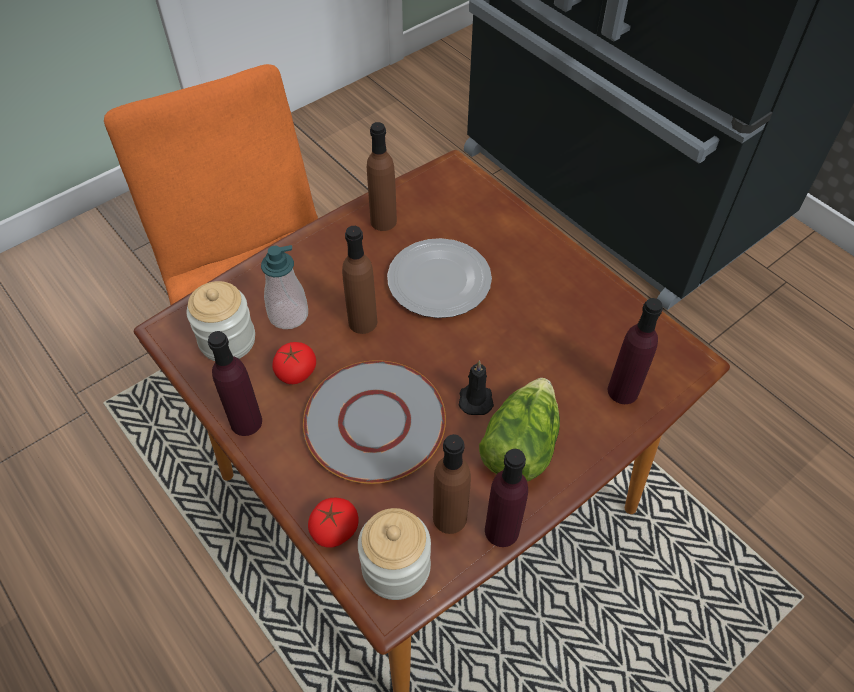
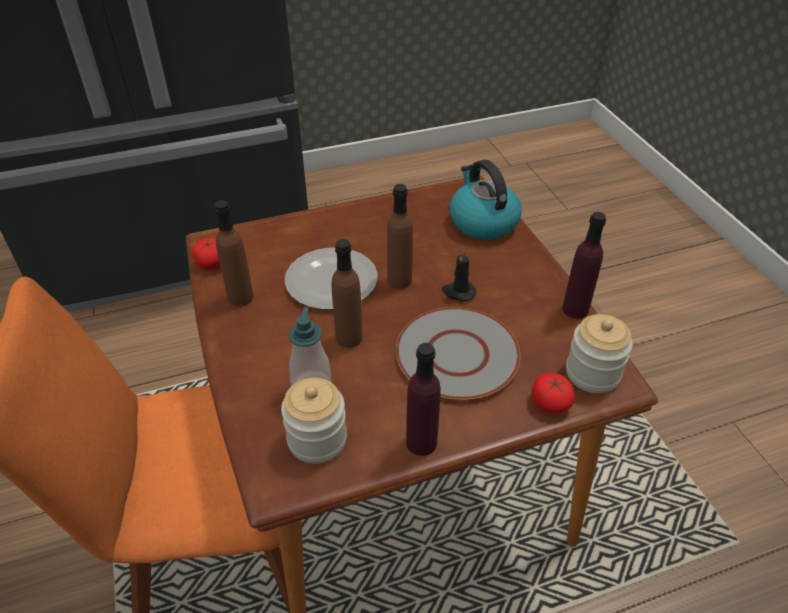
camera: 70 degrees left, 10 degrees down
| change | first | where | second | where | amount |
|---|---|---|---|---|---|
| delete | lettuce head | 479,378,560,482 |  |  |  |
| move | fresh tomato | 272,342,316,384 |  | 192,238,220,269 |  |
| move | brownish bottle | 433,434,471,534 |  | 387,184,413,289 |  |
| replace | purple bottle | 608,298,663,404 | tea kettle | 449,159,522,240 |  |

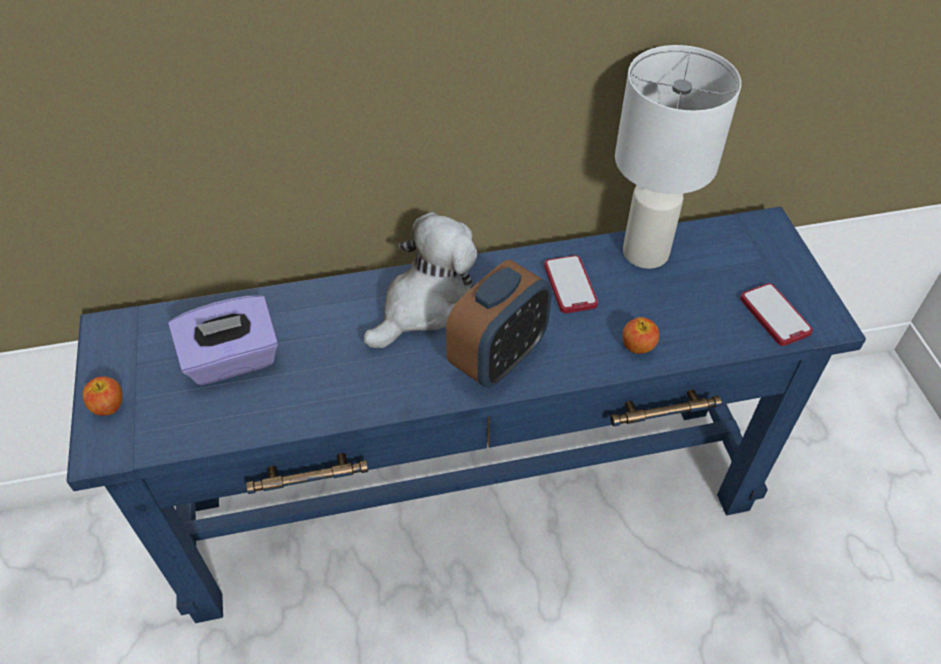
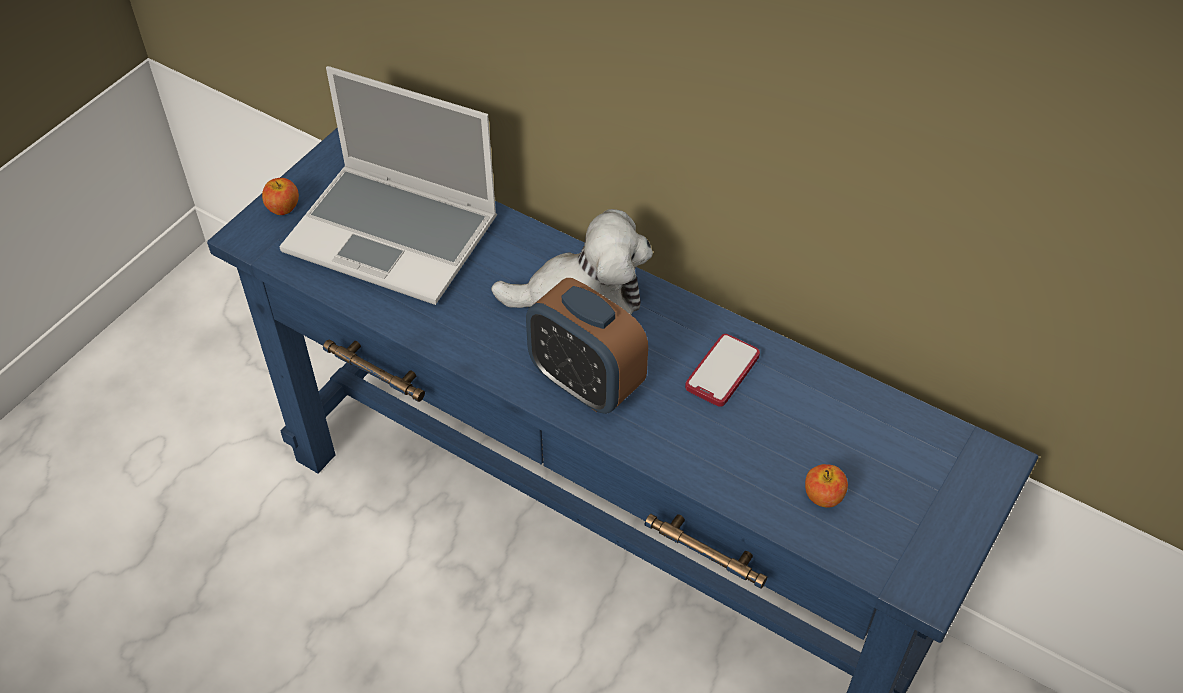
camera: 45 degrees right, 0 degrees up
| change | first | where | second | where | amount |
|---|---|---|---|---|---|
| delete | whitish table lamp | 615,45,741,269 |  |  |  |
| delete | handset | 740,283,813,346 |  |  |  |
| move | apple fruit | 623,317,659,354 |  | 805,464,848,508 |  |
| replace | purple tissue box | 168,295,278,385 | laptop | 279,66,497,305 |  |
| rotate | alarm clock | 446,260,552,388 |  | 526,278,648,414 | 45 degrees clockwise |

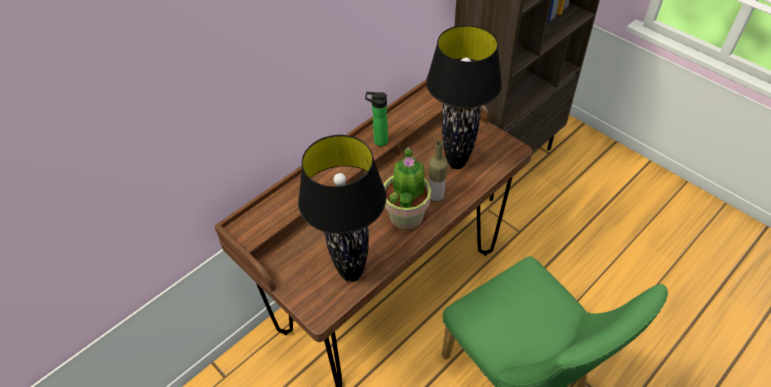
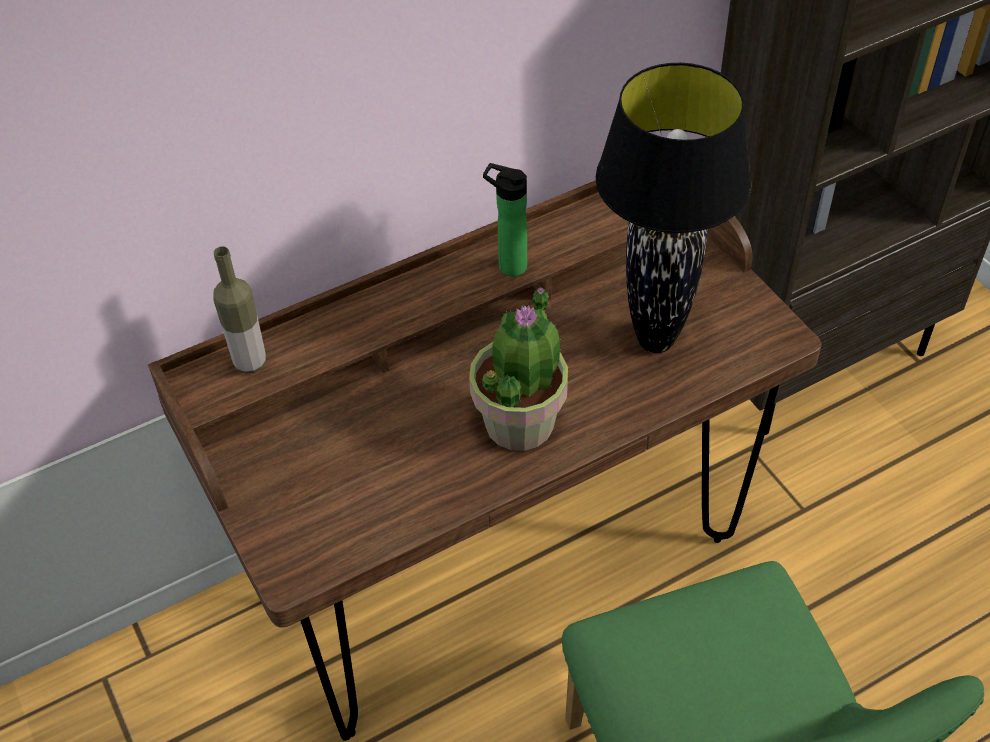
camera: 15 degrees right, 0 degrees up
| change | first | where | second | where | amount |
|---|---|---|---|---|---|
| delete | blackish table lamp | 298,135,386,282 |  |  |  |
| move | bottle | 429,141,448,202 |  | 213,246,266,374 |  |

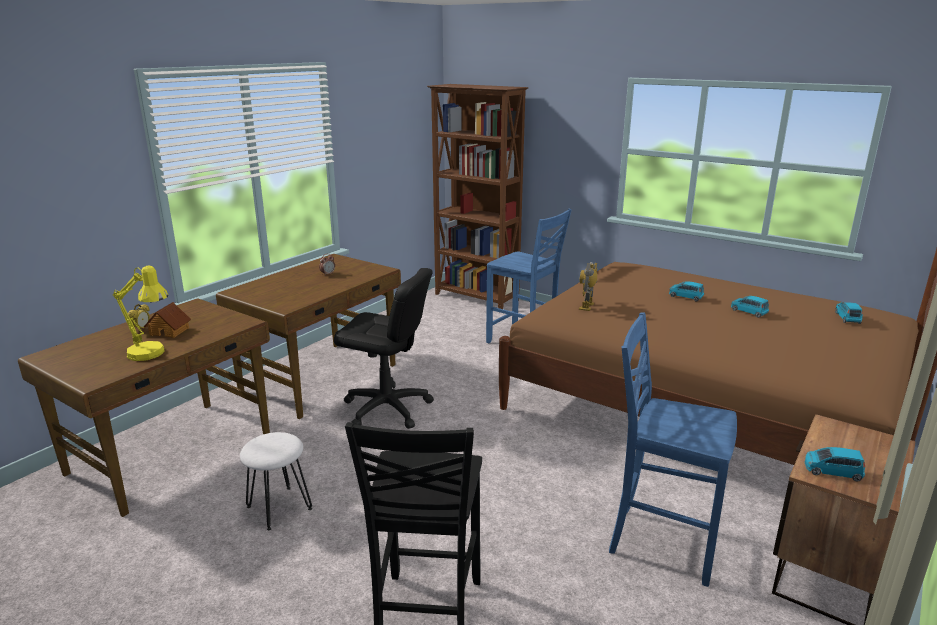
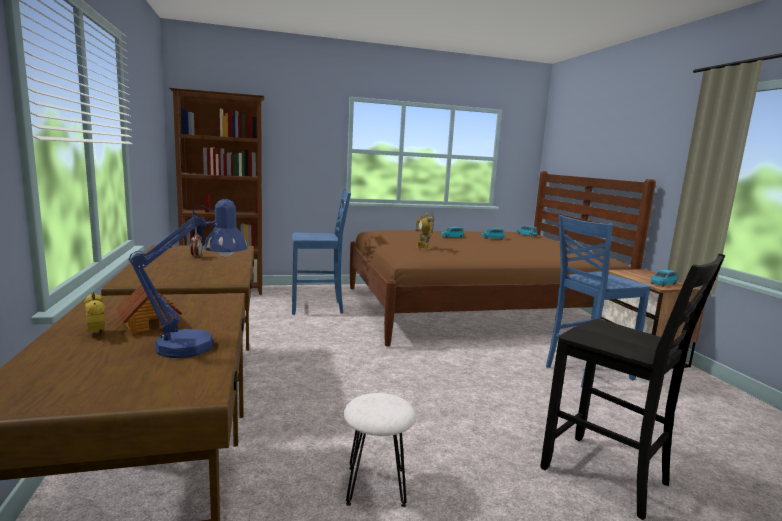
camera: 50 degrees left, 10 degrees down
| change | first | where | second | where | amount |
|---|---|---|---|---|---|
| delete | blackish computer chair | 334,268,434,429 |  |  |  |
| recolor | yellow-coloured table lamp | 113,265,168,361 | bluish table lamp | 129,199,248,358 |  |

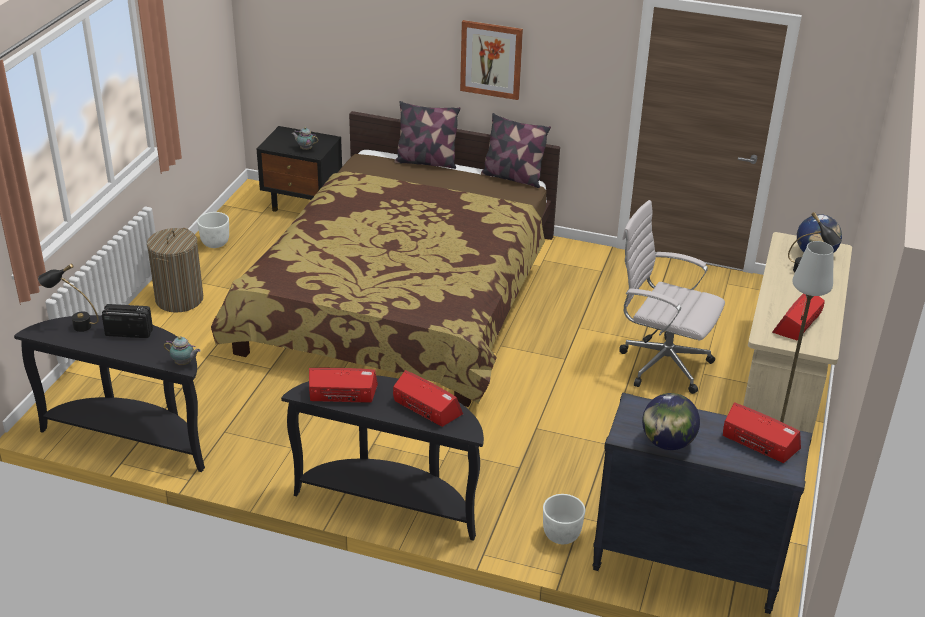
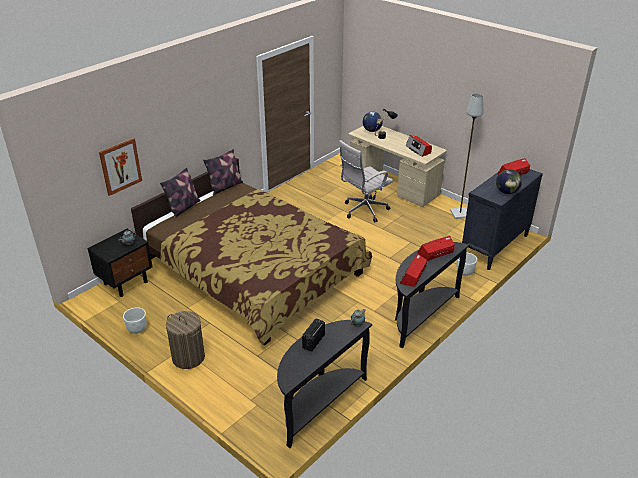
camera: 65 degrees left, 0 degrees up
| change | first | where | second | where | amount |
|---|---|---|---|---|---|
| delete | blackish table lamp | 38,264,99,332 |  |  |  |
| move | picture | 460,20,523,100 |  | 99,138,142,196 |  |

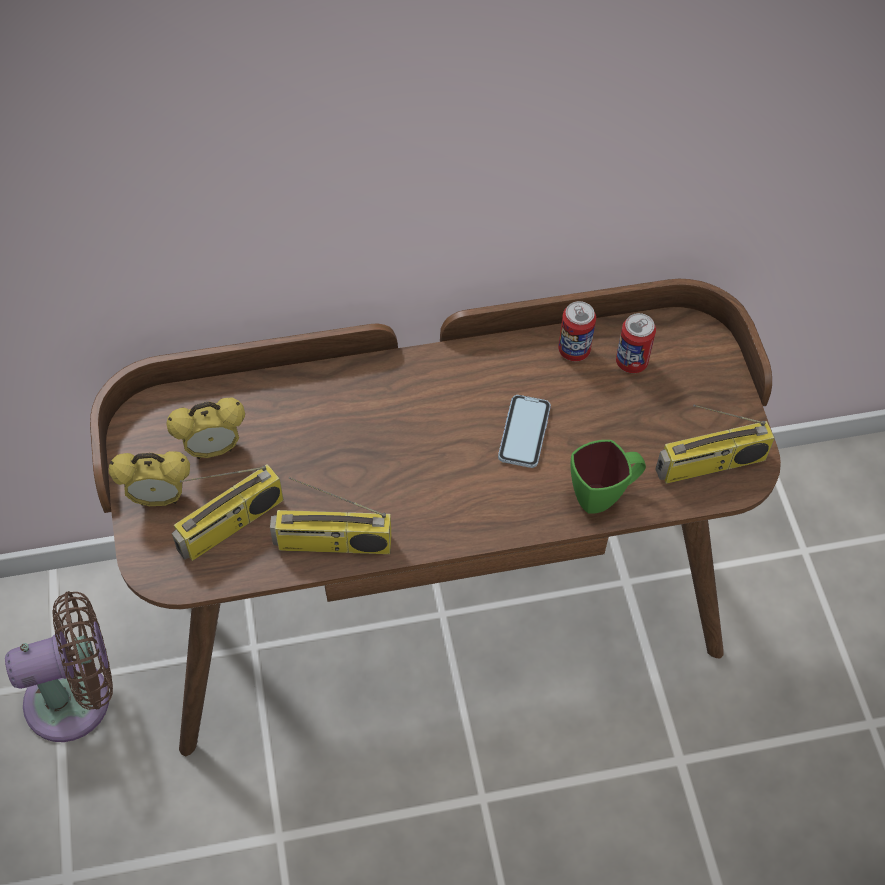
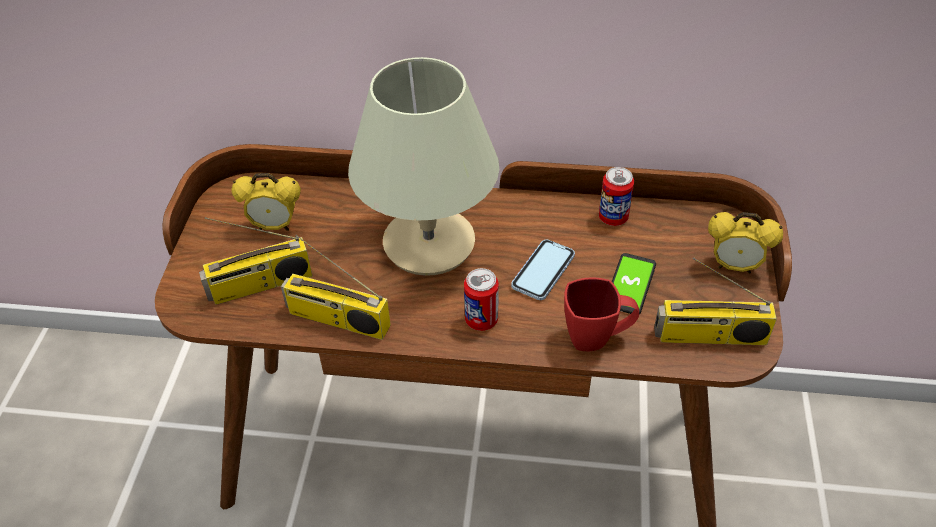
camera: 20 degrees right, 10 degrees down
| change | first | where | second | where | amount |
|---|---|---|---|---|---|
| delete | brownish fan | 5,591,113,742 |  |  |  |
| insert |  |  | beige-coloured table lamp | 348,57,499,276 |  |
| insert |  |  | handset | 612,253,656,314 |  |
| move | alarm clock | 109,451,190,506 |  | 708,212,783,274 |  |
| move | can | 616,313,656,373 |  | 464,268,499,331 |  |
| recolor | green-coloured mug | 571,440,646,514 | red mug | 564,278,639,351 |  |

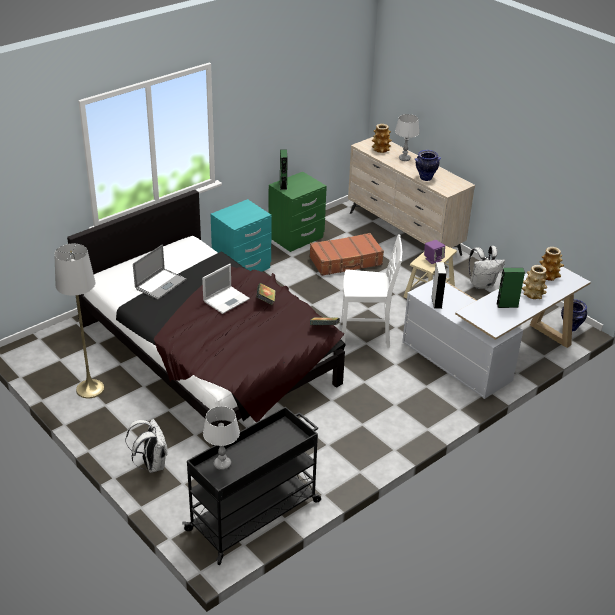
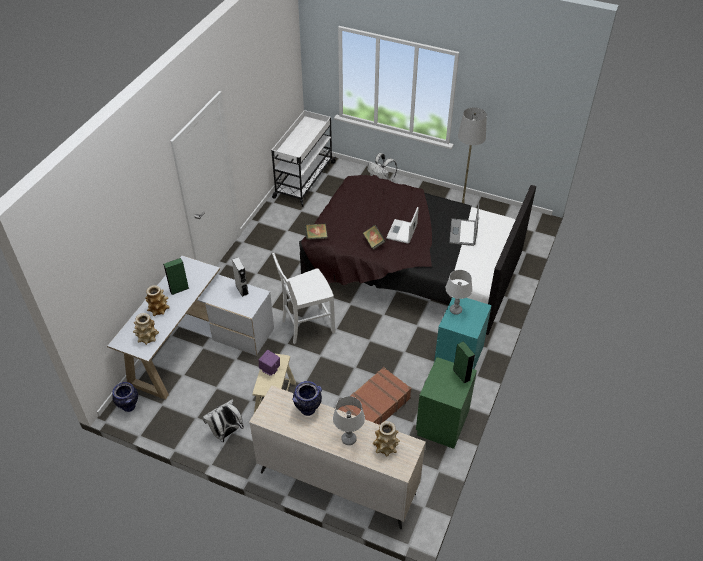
camera: 155 degrees right, 10 degrees up
| change | first | where | second | where | amount |
|---|---|---|---|---|---|
| move | gray table lamp | 203,406,240,470 |  | 445,270,472,315 |  |
| recolor | blackish cart | 182,407,321,565 | whitish cart | 271,110,337,207 |  |

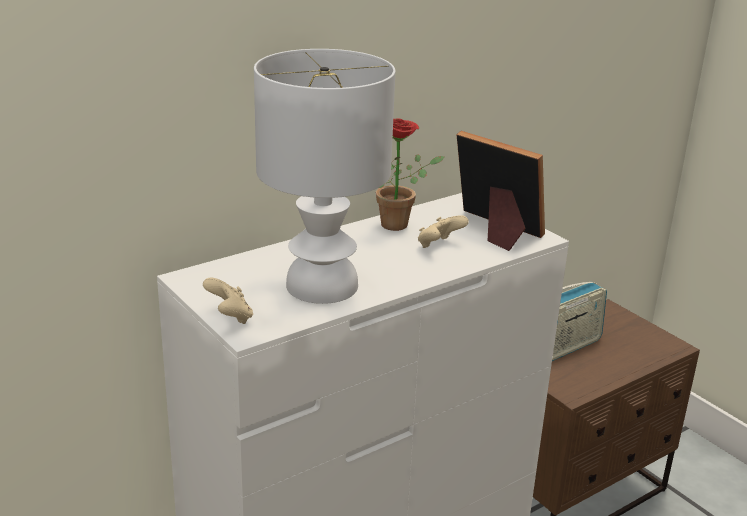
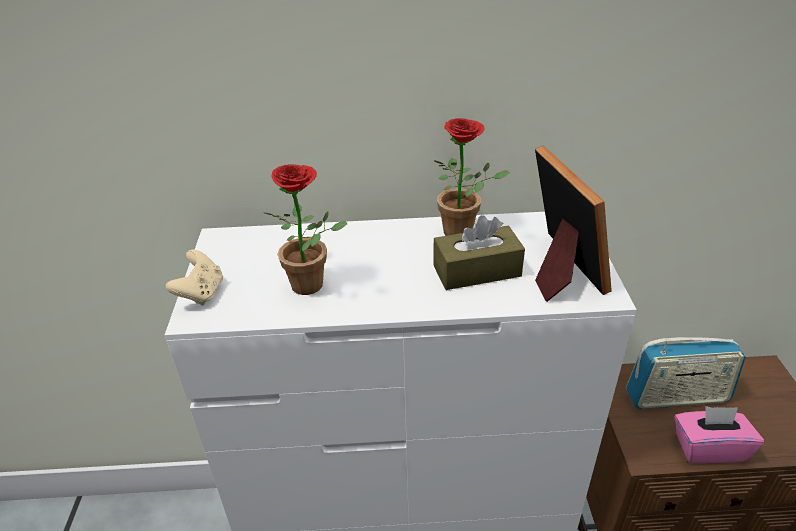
camera: 35 degrees right, 10 degrees up
| change | first | where | second | where | amount |
|---|---|---|---|---|---|
| insert |  |  | pinkish tissue box | 674,406,764,463 |  |
| replace | whitish table lamp | 254,49,395,304 | potted plant | 263,164,347,295 |  |
| replace | beige-coloured game controller | 418,215,469,248 | brownish tissue box | 433,215,525,290 |  |

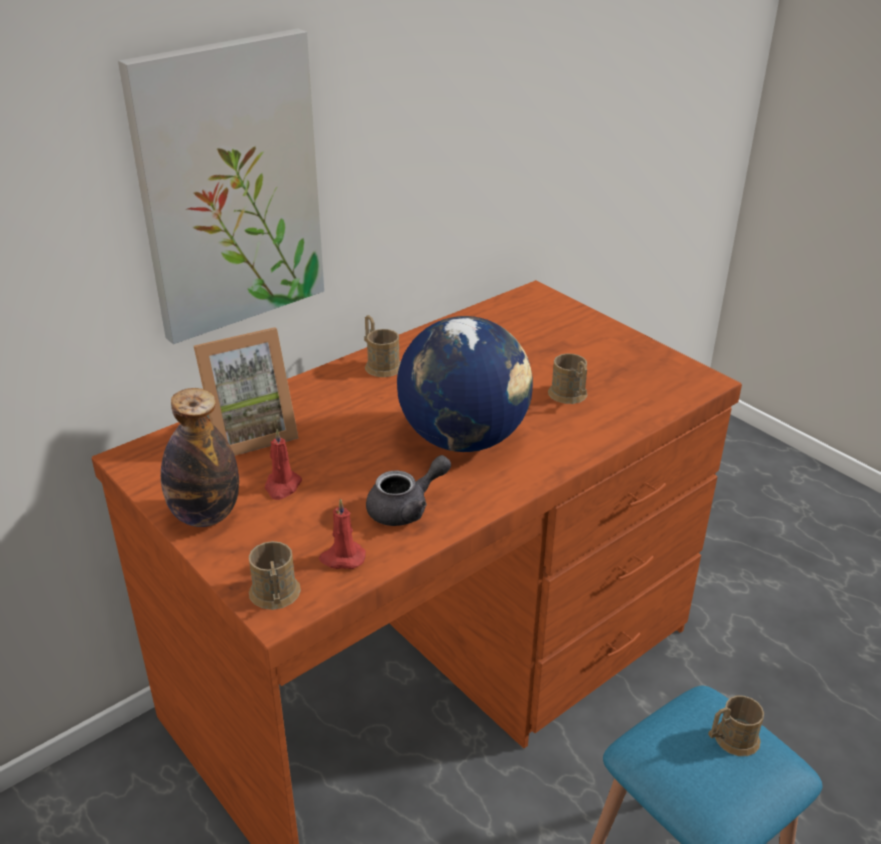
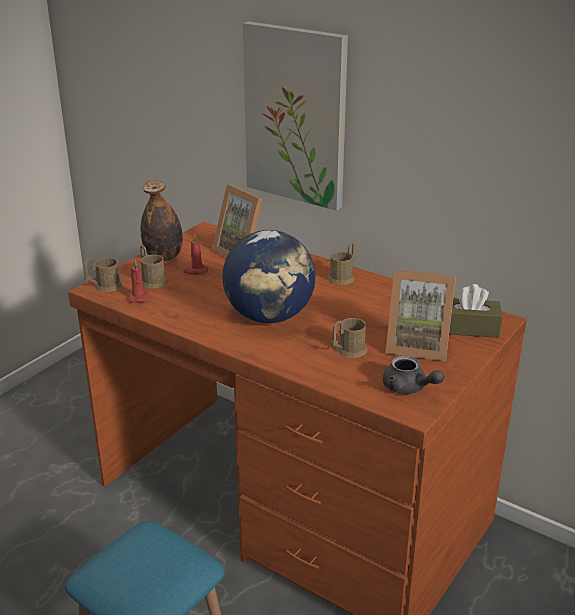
camera: 75 degrees right, 5 degrees down
| change | first | where | second | where | amount |
|---|---|---|---|---|---|
| insert |  |  | standing frame | 386,269,456,361 |  |
| insert |  |  | brownish tissue box | 449,284,502,338 |  |
| move | gray tea pot | 366,455,451,526 |  | 383,356,444,394 |  |
| move | brownish mug | 708,696,764,756 |  | 140,245,168,288 |  |

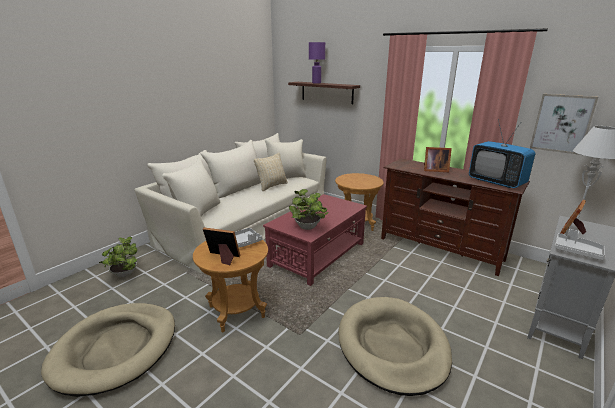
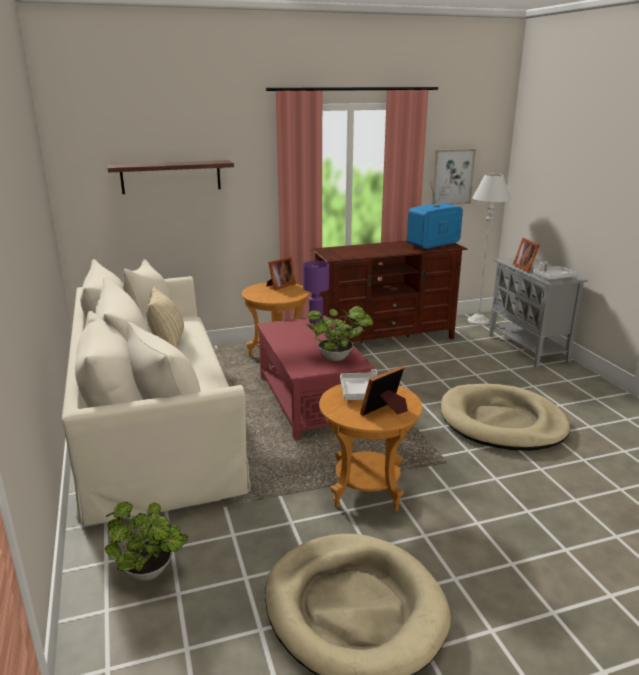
camera: 55 degrees left, 0 degrees up
| change | first | where | second | where | amount |
|---|---|---|---|---|---|
| move | purple table lamp | 309,42,325,84 |  | 303,261,329,324 |  |
| move | standing frame | 424,147,452,172 |  | 267,257,296,290 |  |
| rotate | TV | 469,119,535,188 |  | 407,179,463,249 | 150 degrees clockwise |

